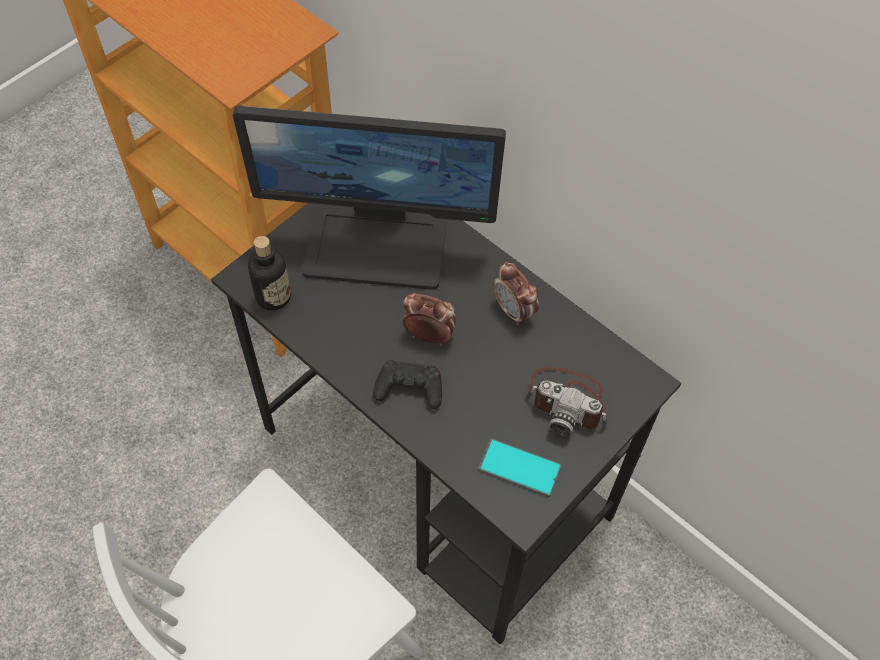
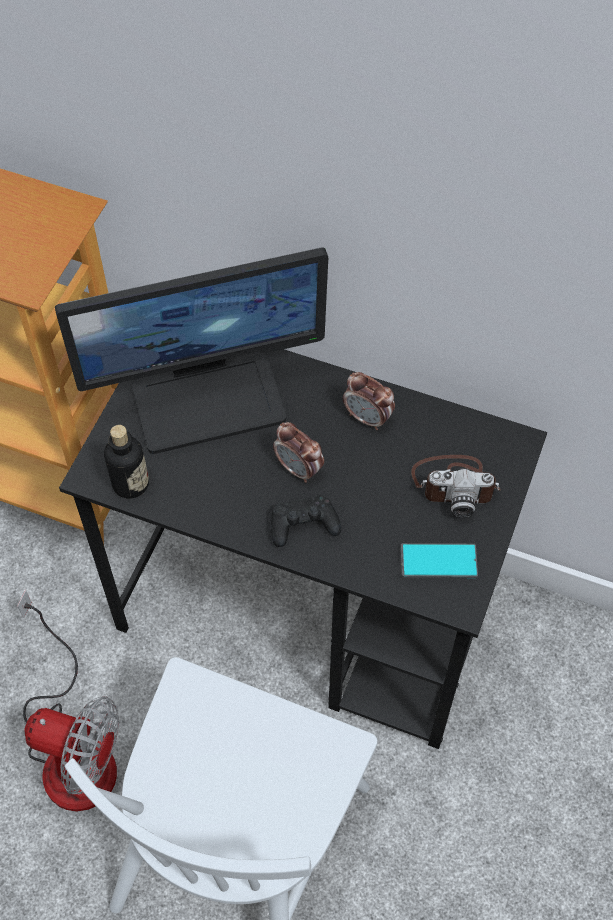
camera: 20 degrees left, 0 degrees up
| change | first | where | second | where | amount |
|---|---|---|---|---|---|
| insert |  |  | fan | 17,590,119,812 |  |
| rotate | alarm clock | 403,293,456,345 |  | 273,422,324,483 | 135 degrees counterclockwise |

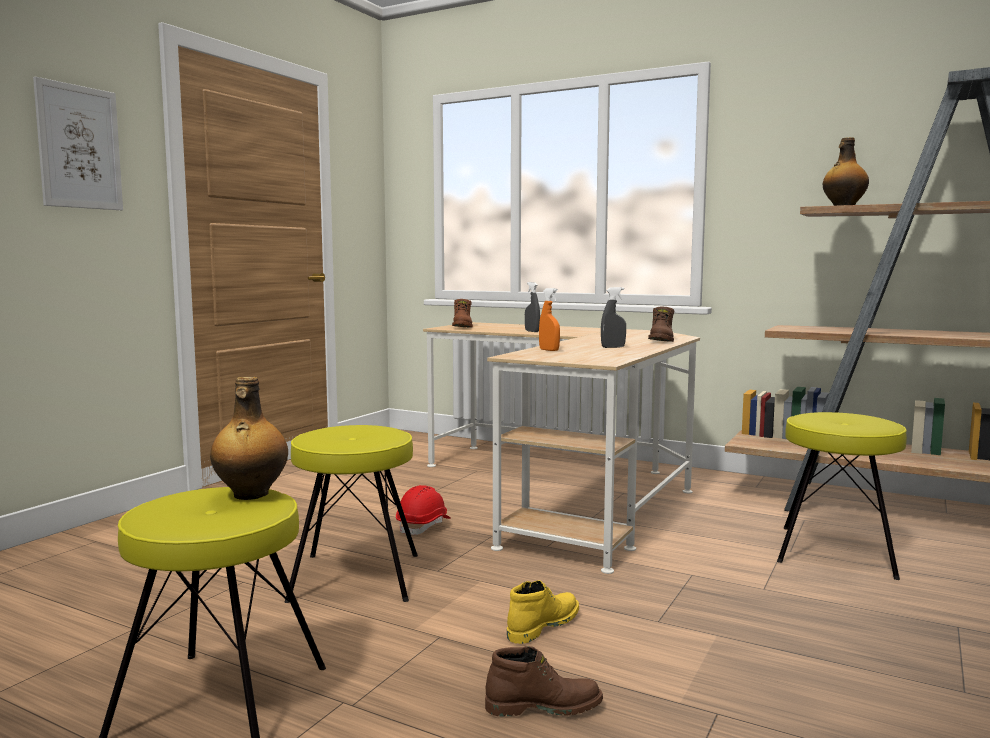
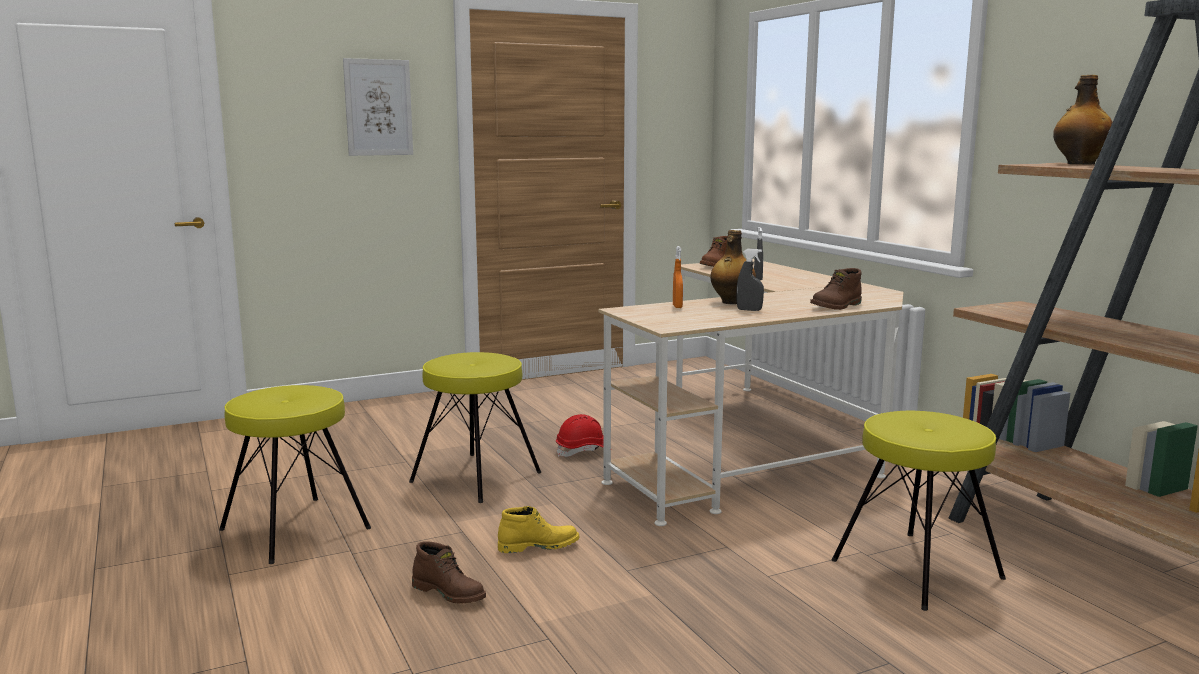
camera: 35 degrees right, 5 degrees up
| change | first | where | second | where | amount |
|---|---|---|---|---|---|
| move | bottle | 210,377,288,500 |  | 710,230,756,304 |  |

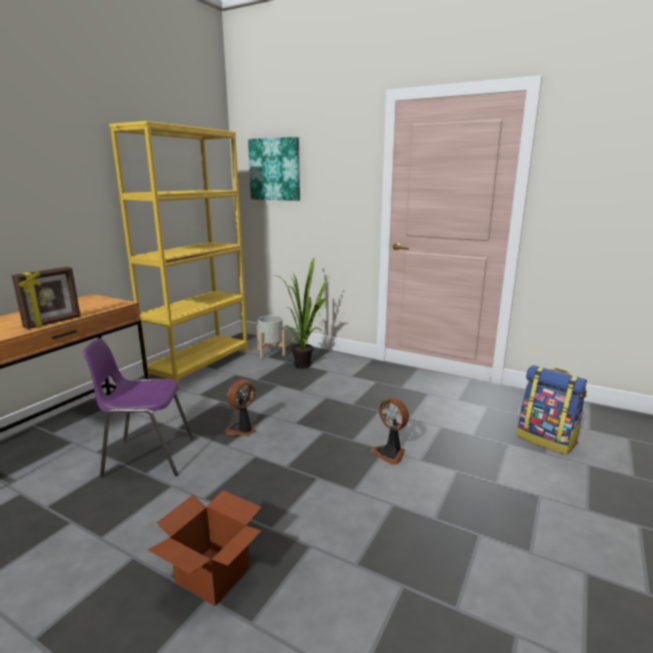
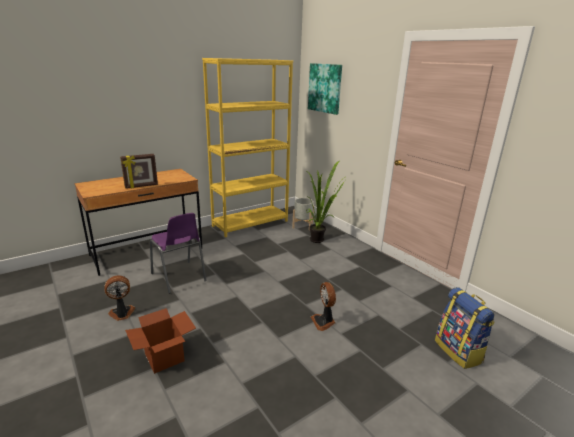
camera: 25 degrees right, 5 degrees up
| change | first | where | second | where | amount |
|---|---|---|---|---|---|
| move | fan | 224,379,256,436 |  | 105,275,135,321 |  |
| rotate | purple upright chair | 82,338,193,477 |  | 150,213,207,294 | 150 degrees counterclockwise |

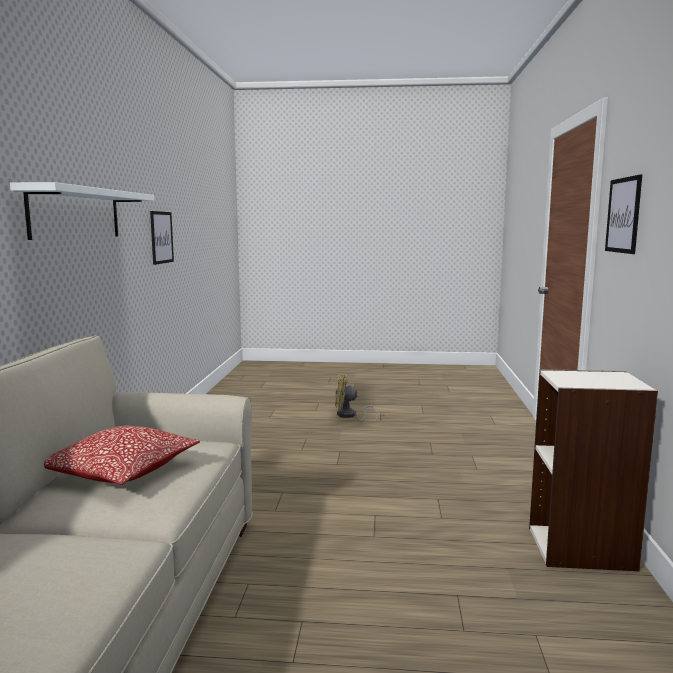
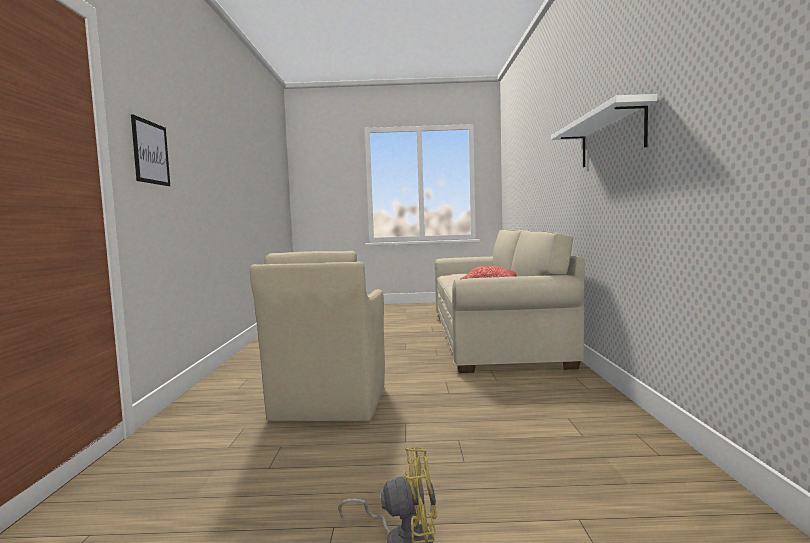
camera: 175 degrees right, 5 degrees down
| change | first | where | second | where | amount |
|---|---|---|---|---|---|
| delete | picture | 150,211,174,265 |  |  |  |
| delete | shelving unit | 529,369,658,571 |  |  |  |
| insert |  |  | beige-coloured lounge chair | 250,251,385,422 |  |

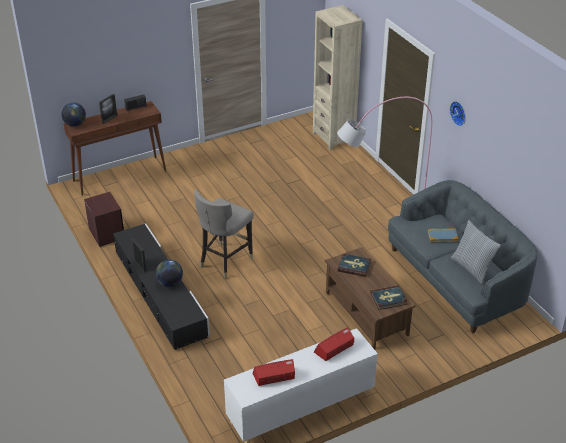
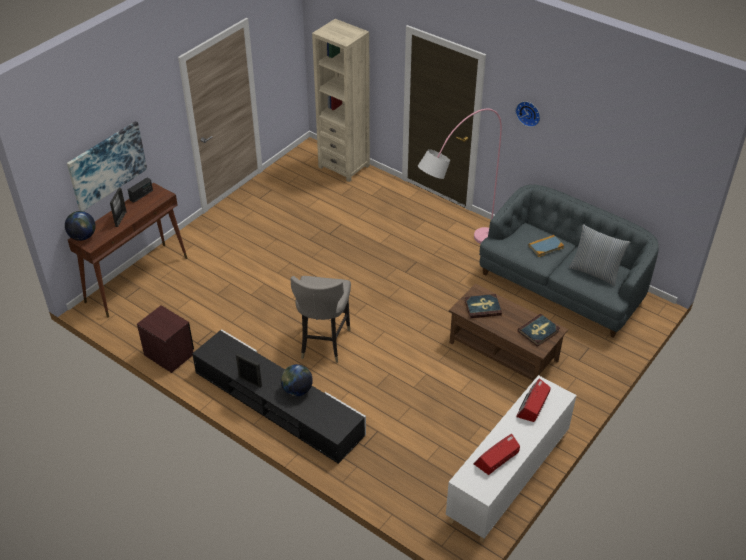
camera: 25 degrees left, 5 degrees up
| change | first | where | second | where | amount |
|---|---|---|---|---|---|
| insert |  |  | picture | 67,121,147,211 |  |

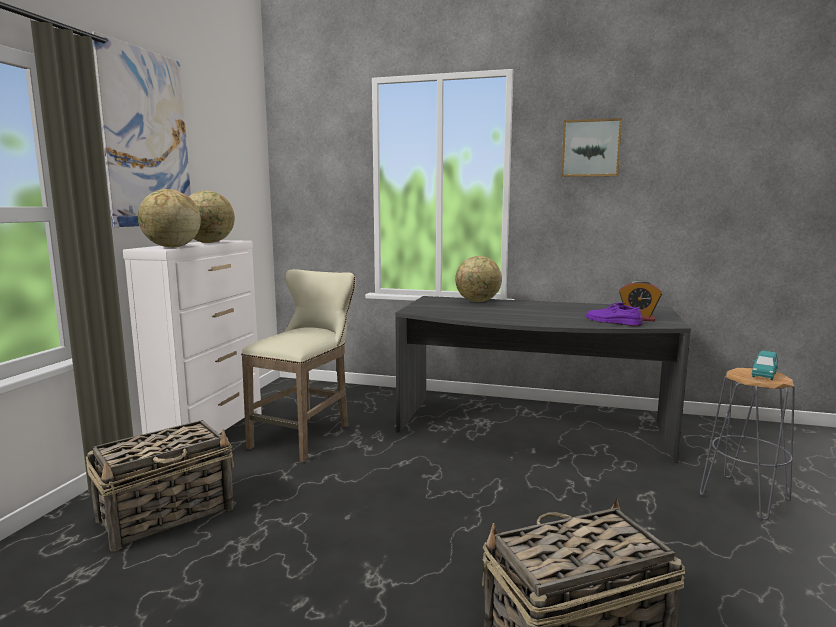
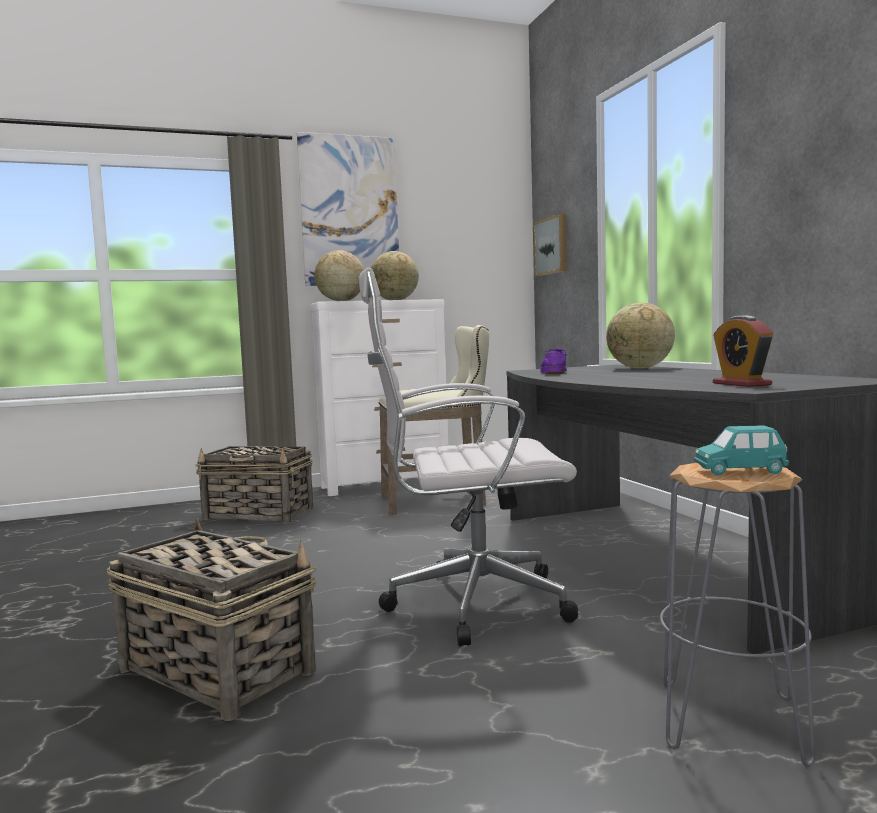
camera: 55 degrees right, 5 degrees down
| change | first | where | second | where | amount |
|---|---|---|---|---|---|
| insert |  |  | whitish computer chair | 359,268,578,646 |  |
| move | picture | 561,118,622,177 |  | 534,214,567,276 |  |
| move | purple low shoe | 586,303,643,326 |  | 540,349,567,374 |  |

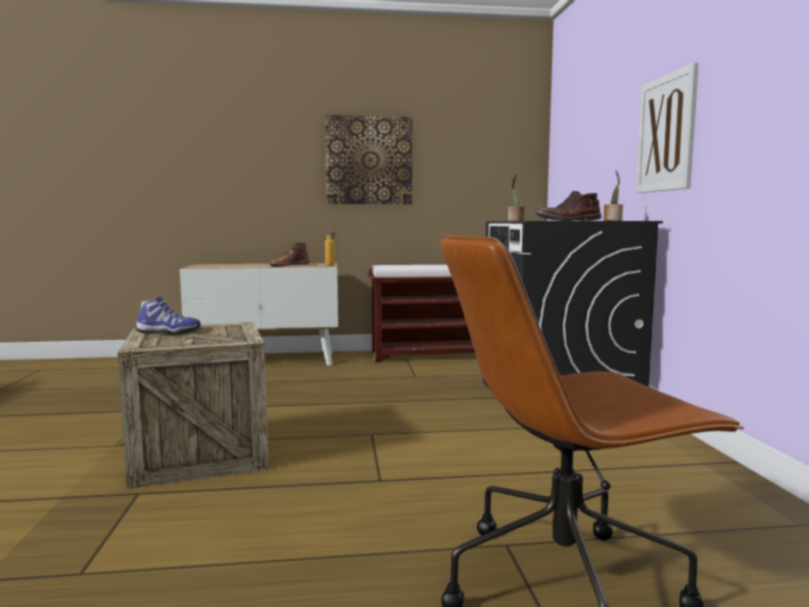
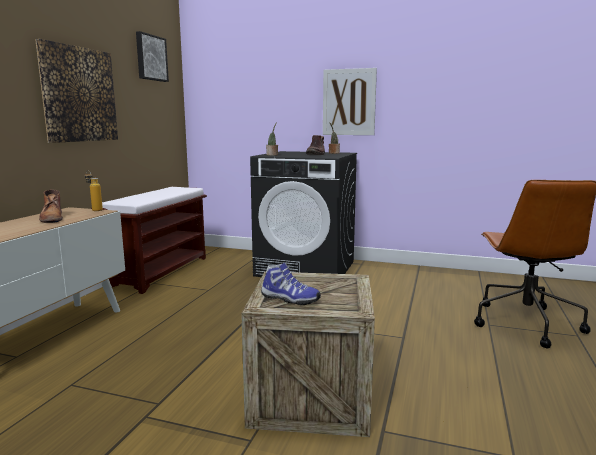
camera: 65 degrees left, 5 degrees up
| change | first | where | second | where | amount |
|---|---|---|---|---|---|
| insert |  |  | picture | 136,31,169,82 |  |
| rotate | low shoe | 136,296,201,334 |  | 261,263,321,305 | 90 degrees clockwise |

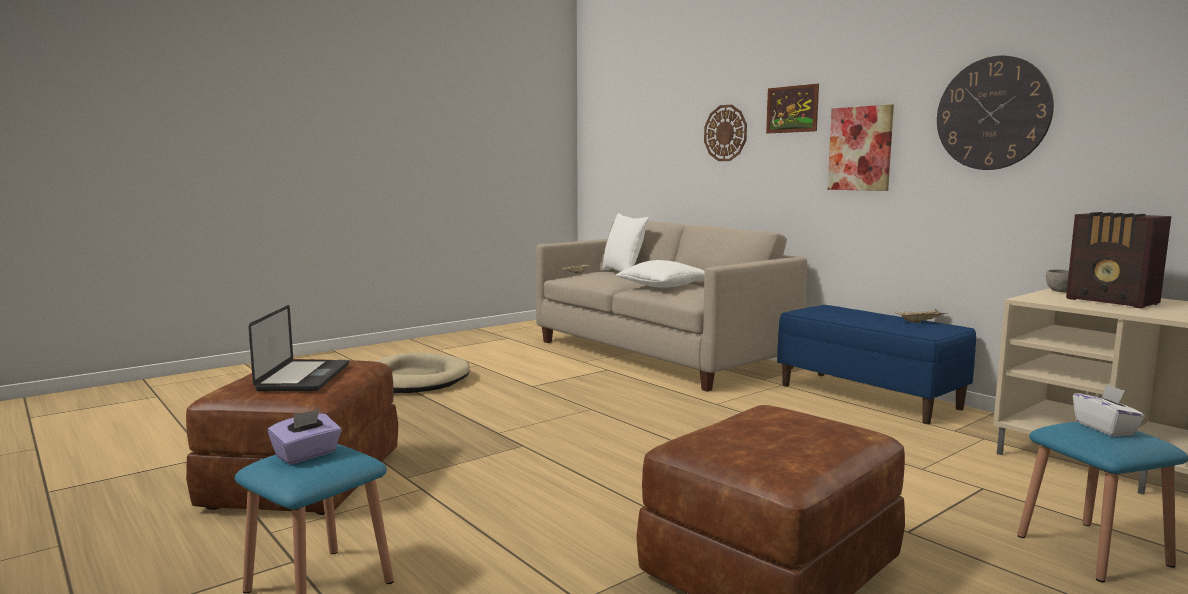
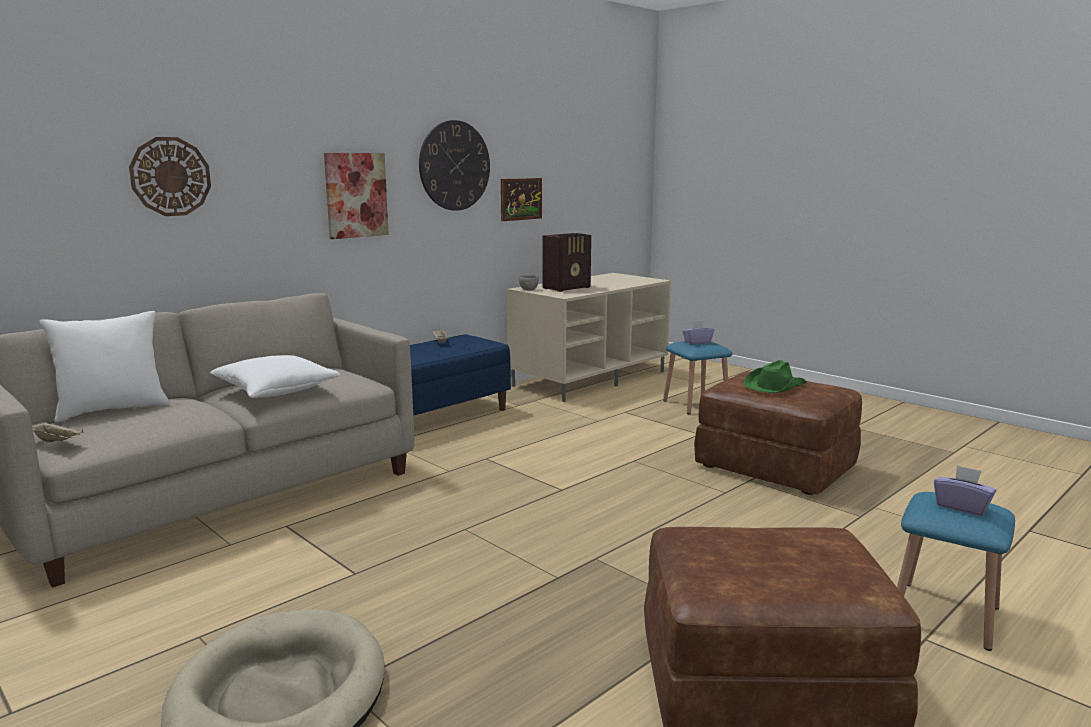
camera: 95 degrees left, 5 degrees up
| change | first | where | second | where | amount |
|---|---|---|---|---|---|
| delete | laptop | 248,305,349,391 |  |  |  |
| insert |  |  | green-coloured clothing hat | 744,360,807,393 |  |
| move | picture | 766,84,819,133 |  | 501,178,542,221 |  |
| recolor | whitish tissue box | 1073,384,1145,436 | purple tissue box | 682,321,714,344 |  |

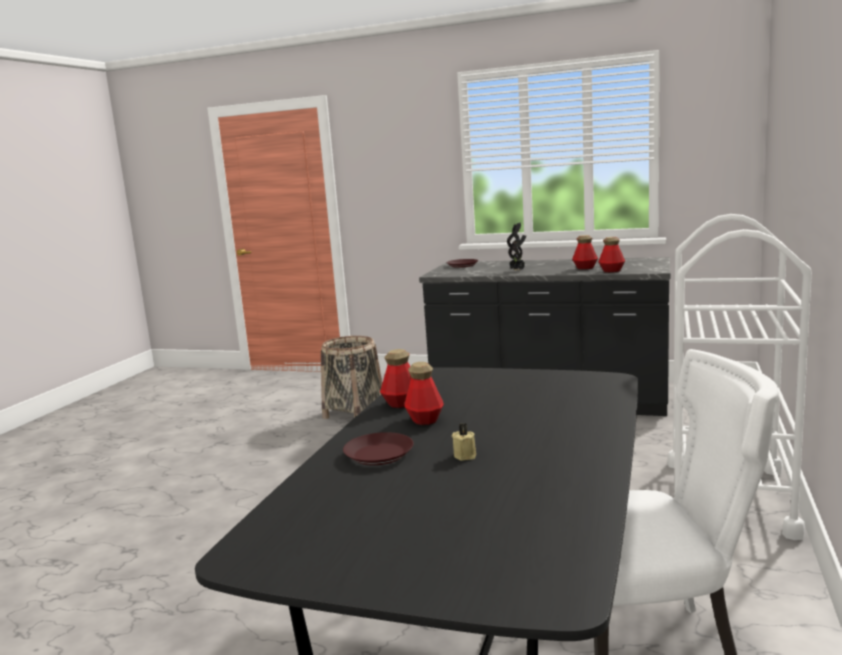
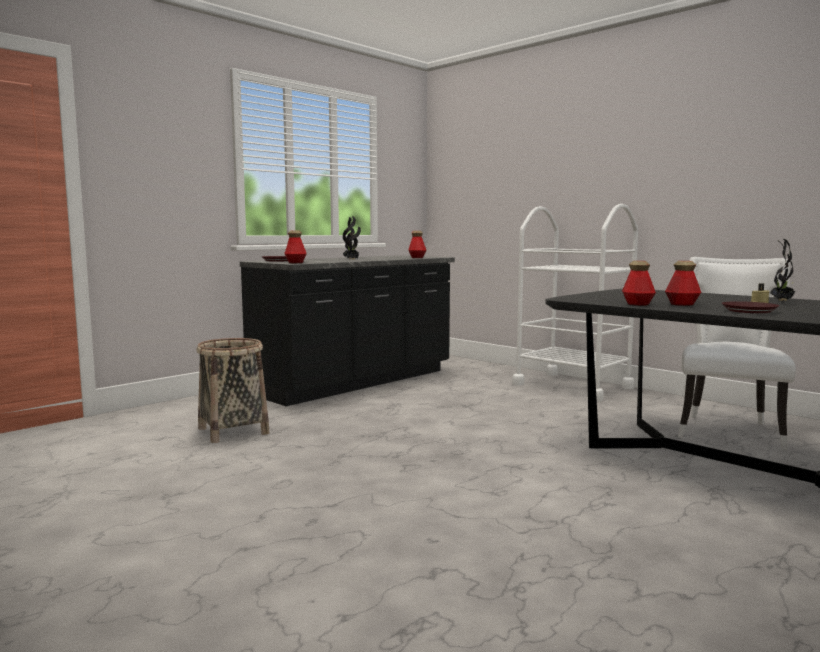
camera: 65 degrees left, 5 degrees down
| change | first | where | second | where | amount |
|---|---|---|---|---|---|
| insert |  |  | potted plant | 770,239,795,301 |  |
| move | bottle | 572,235,598,270 |  | 284,230,307,263 |  |

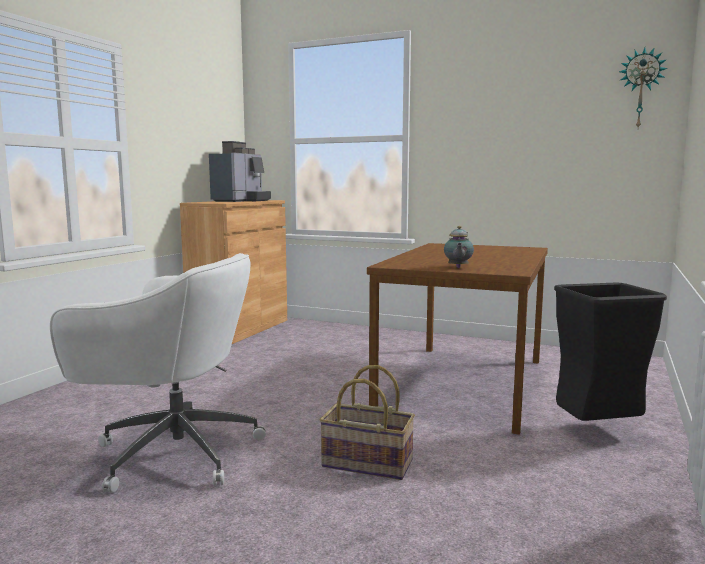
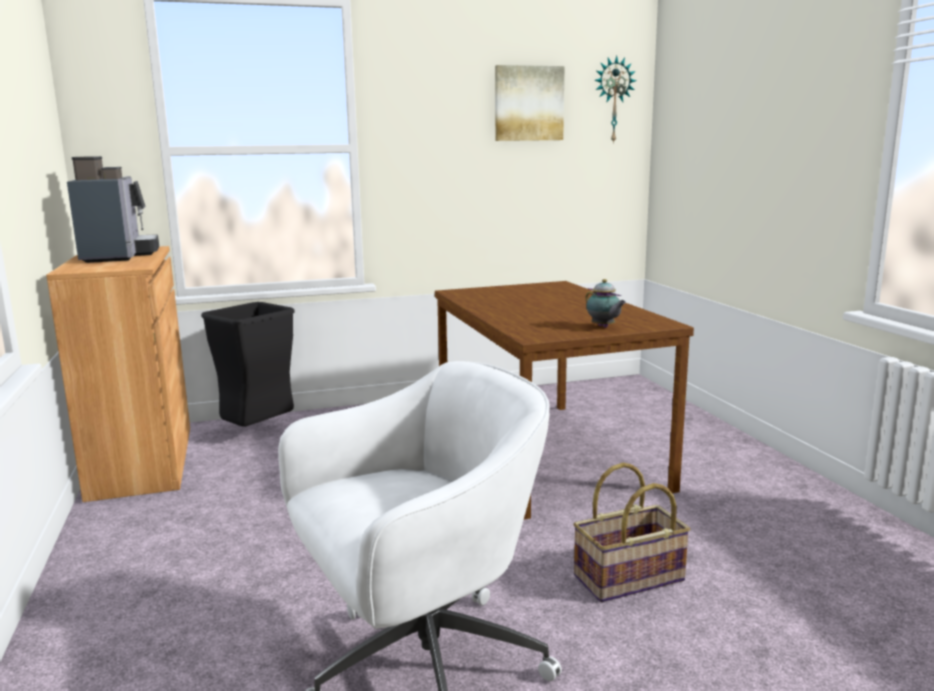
camera: 40 degrees left, 5 degrees up
| change | first | where | second | where | amount |
|---|---|---|---|---|---|
| insert |  |  | picture | 495,65,565,141 |  |
| move | blackish rubbish bin | 554,283,667,421 |  | 201,302,295,427 |  |

